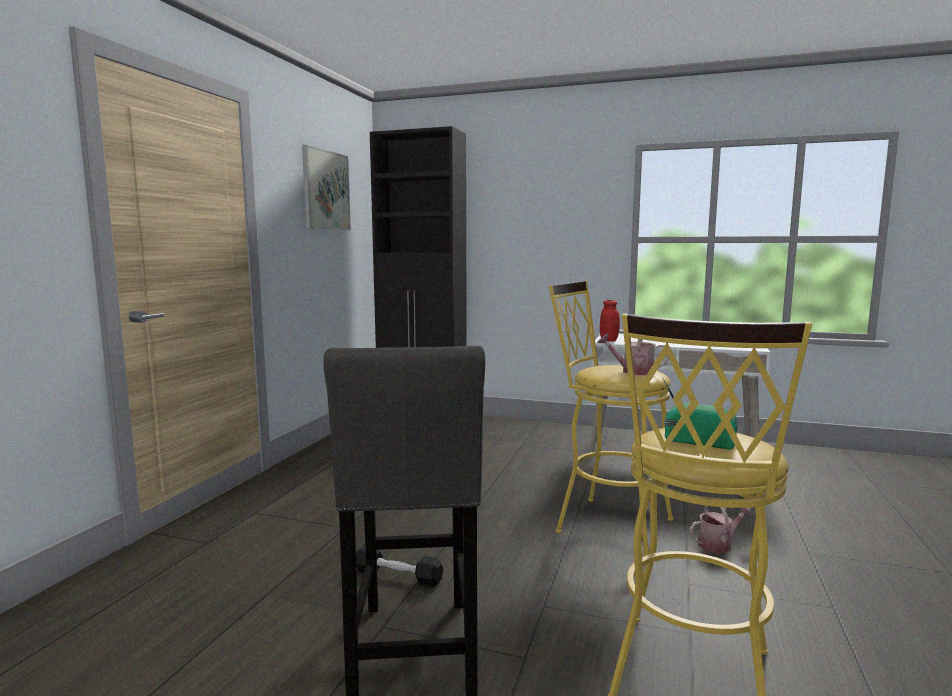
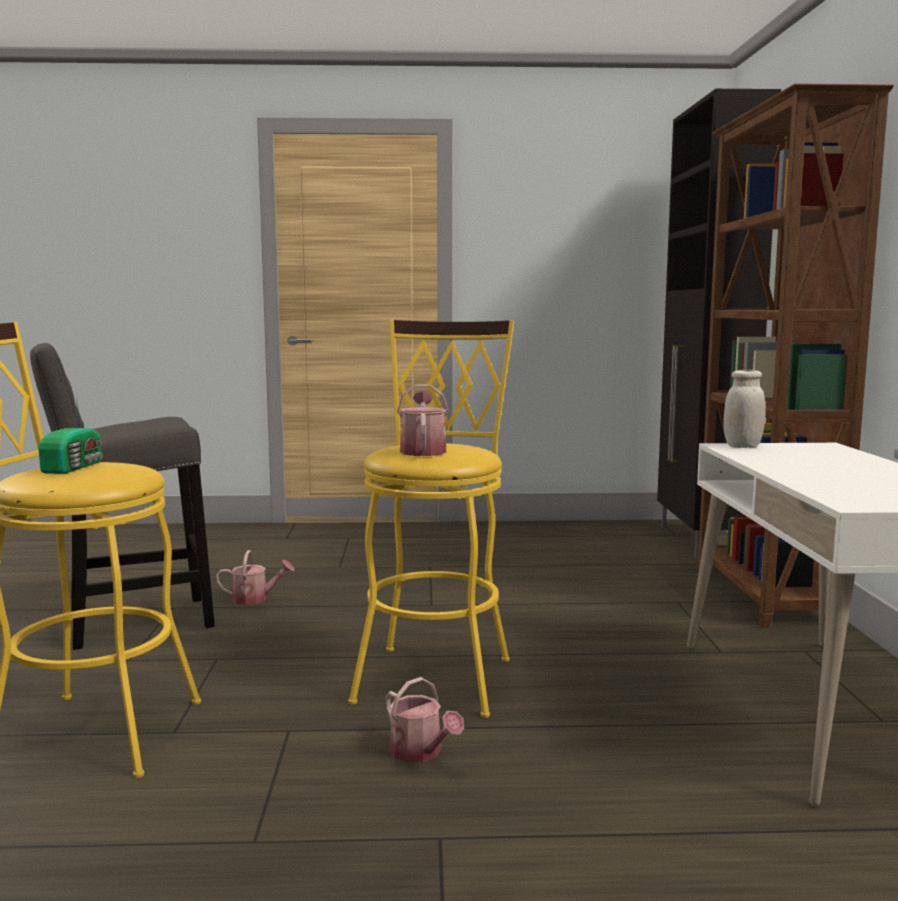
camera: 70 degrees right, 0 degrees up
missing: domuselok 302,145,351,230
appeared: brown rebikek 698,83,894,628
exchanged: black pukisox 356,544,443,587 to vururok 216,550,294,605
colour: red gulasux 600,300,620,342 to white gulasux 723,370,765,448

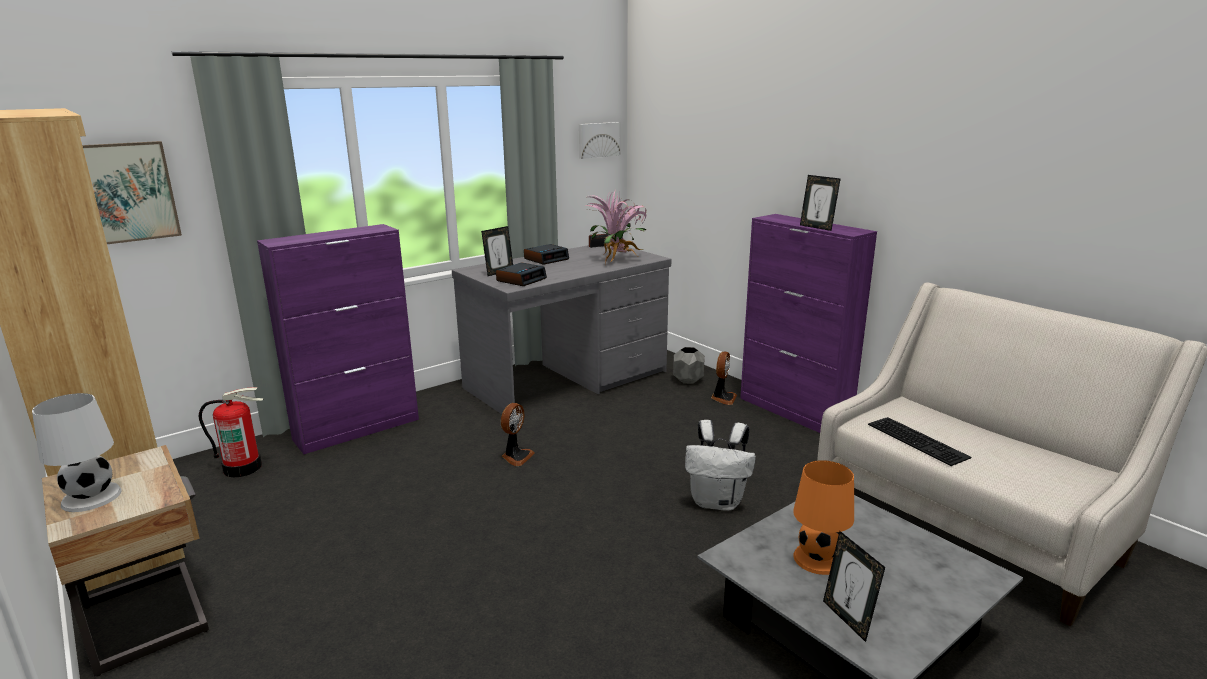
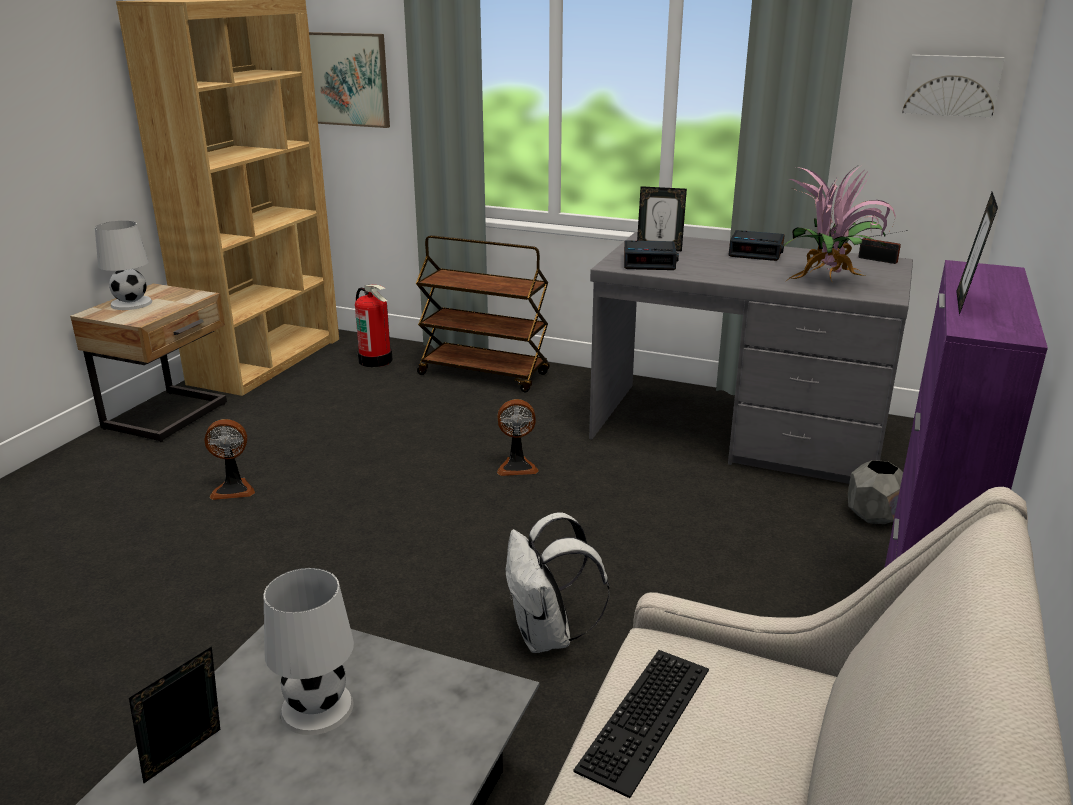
camera: 60 degrees right, 5 degrees up
relocated: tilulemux 711,352,737,405 to 204,419,255,500
exchanged: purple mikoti 257,224,419,454 to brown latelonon 416,235,550,393
colour: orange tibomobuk 793,460,854,575 to white tibomobuk 264,568,354,735

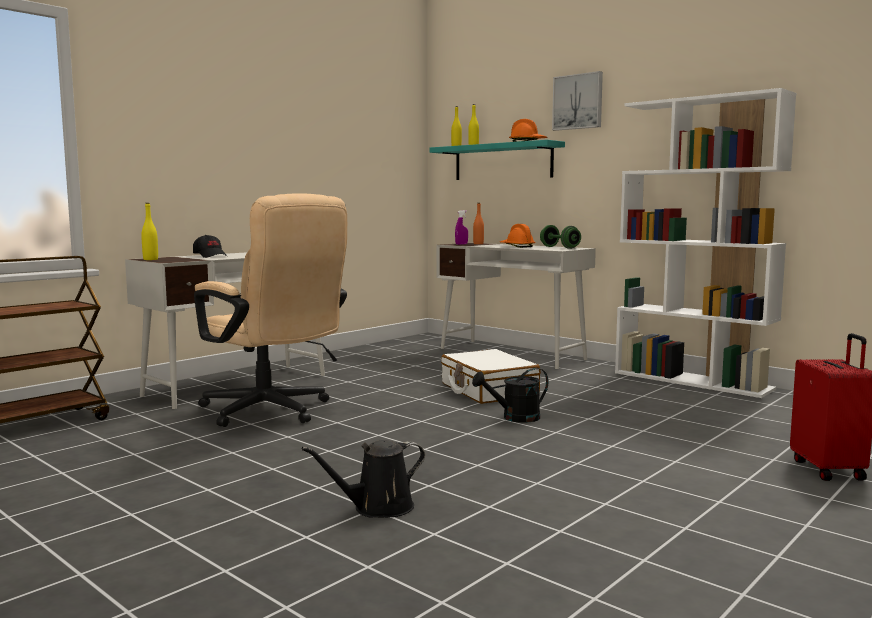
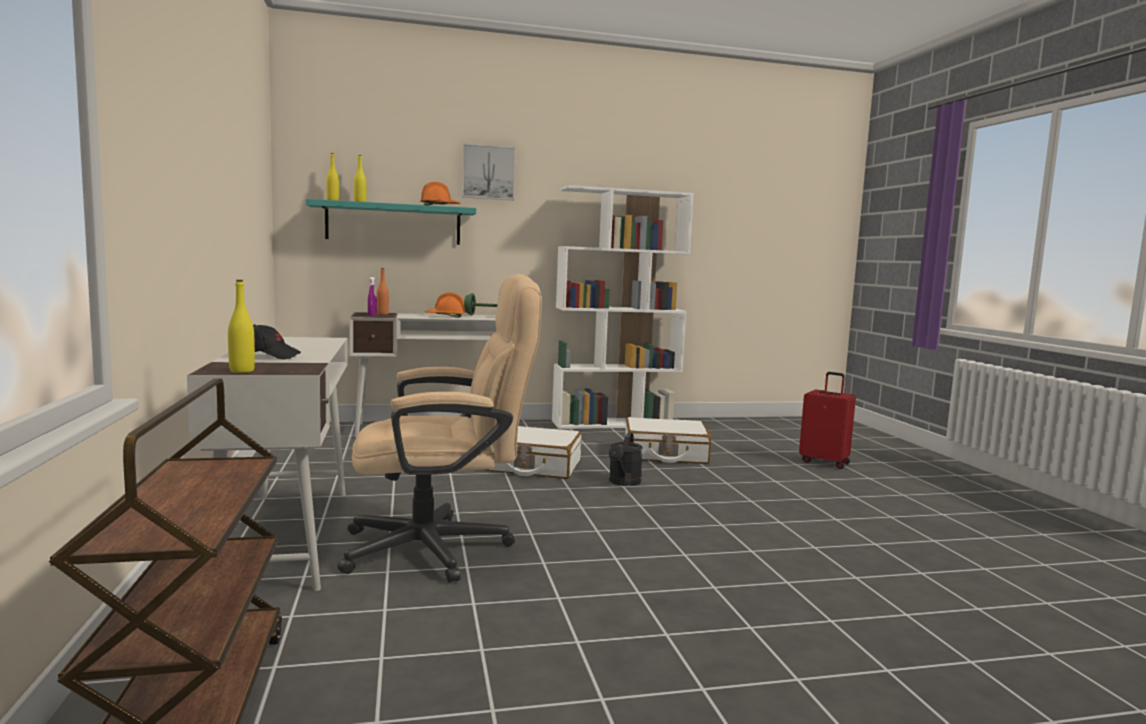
camera: 55 degrees left, 0 degrees up
missing: black vururok 302,440,425,518
appeared: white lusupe 625,417,711,464

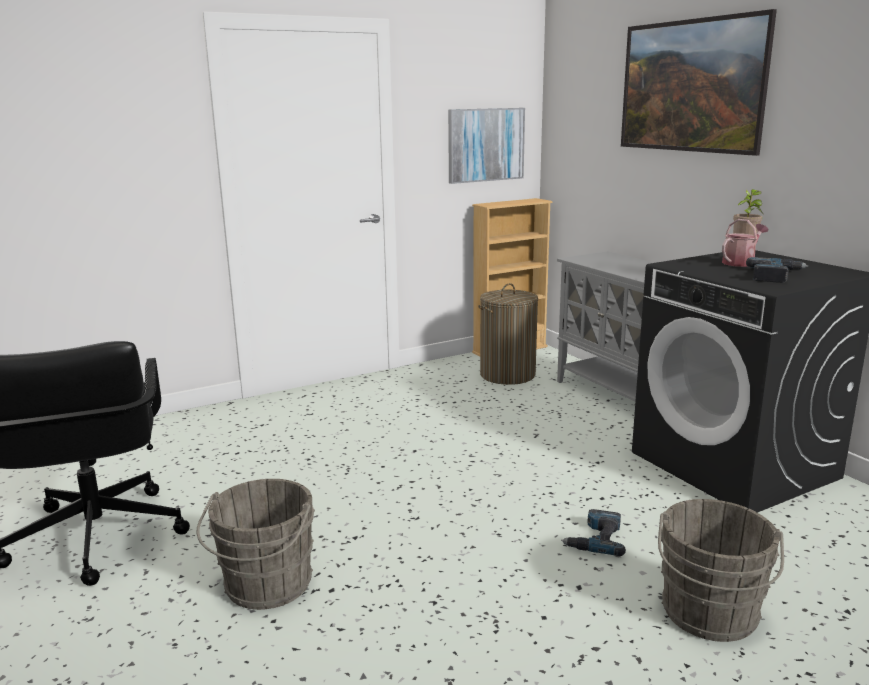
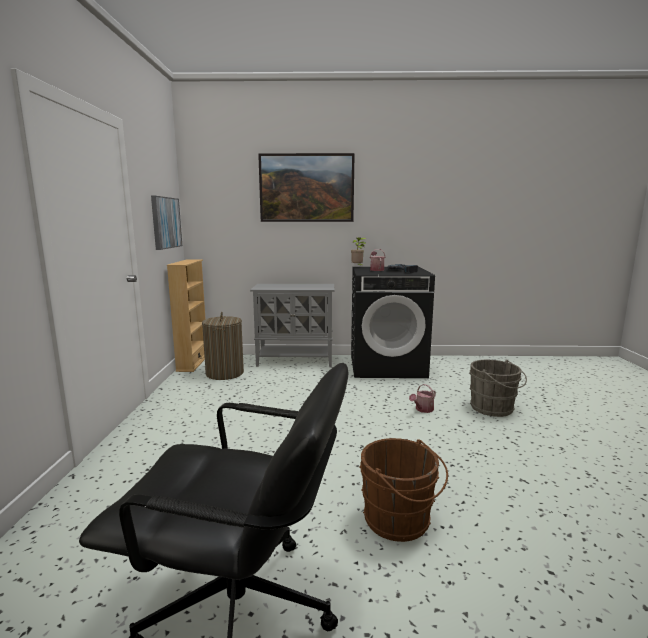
camera: 60 degrees left, 5 degrees down
exchanged: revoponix 561,509,626,556 to vururok 409,384,436,413
colour: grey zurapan 196,479,315,610 to brown zurapan 359,438,448,542

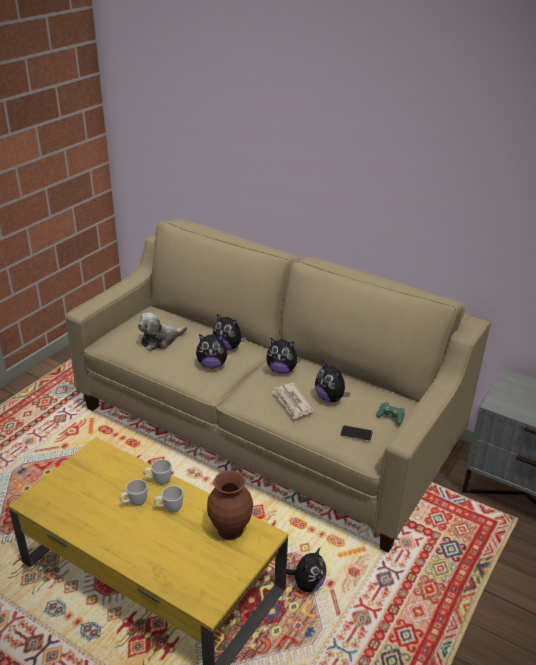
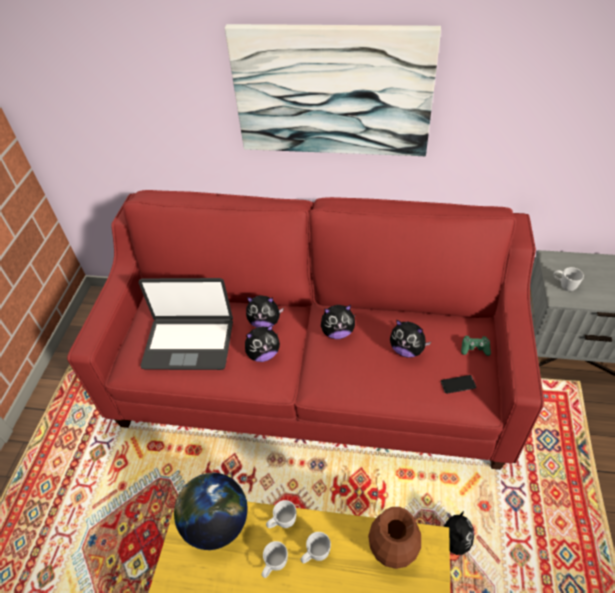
camera: 20 degrees left, 15 degrees up
missing: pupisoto 272,383,314,419
appeared: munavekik 174,473,248,550; domuselok 225,24,441,156; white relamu 554,267,584,291
exchanged: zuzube 138,313,187,351 to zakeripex 139,278,233,370
colour: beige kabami 65,219,491,553 to red kabami 67,190,544,470

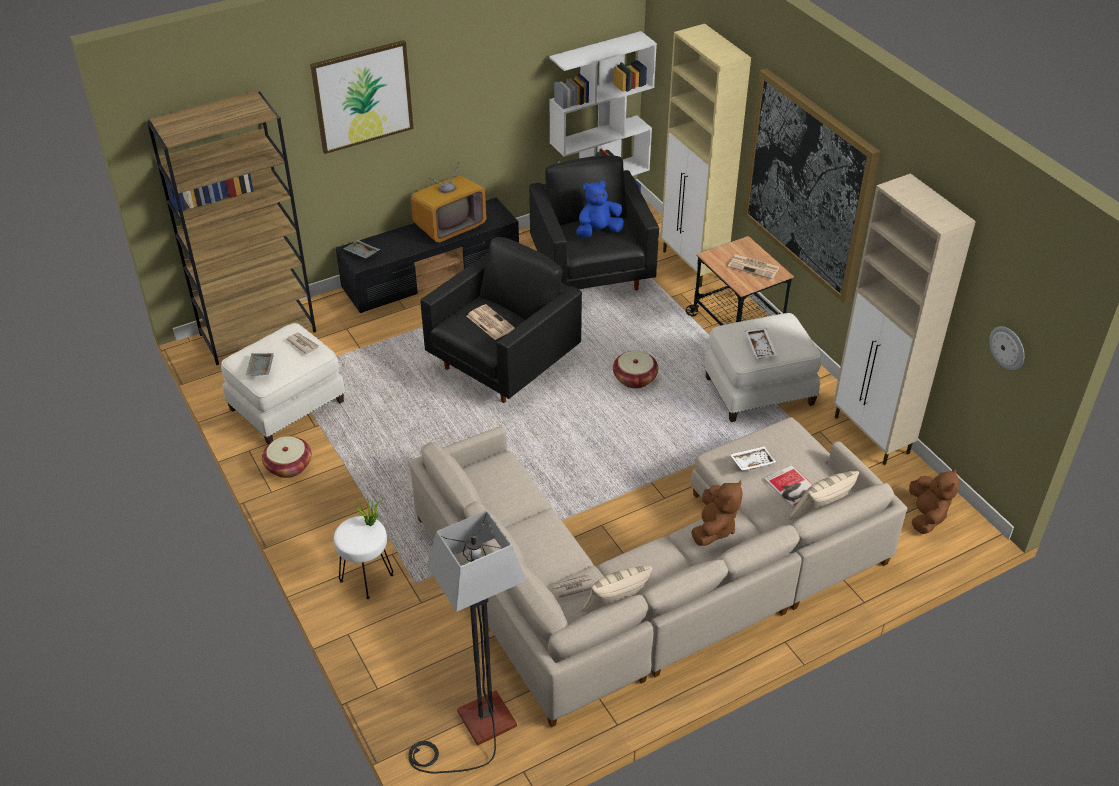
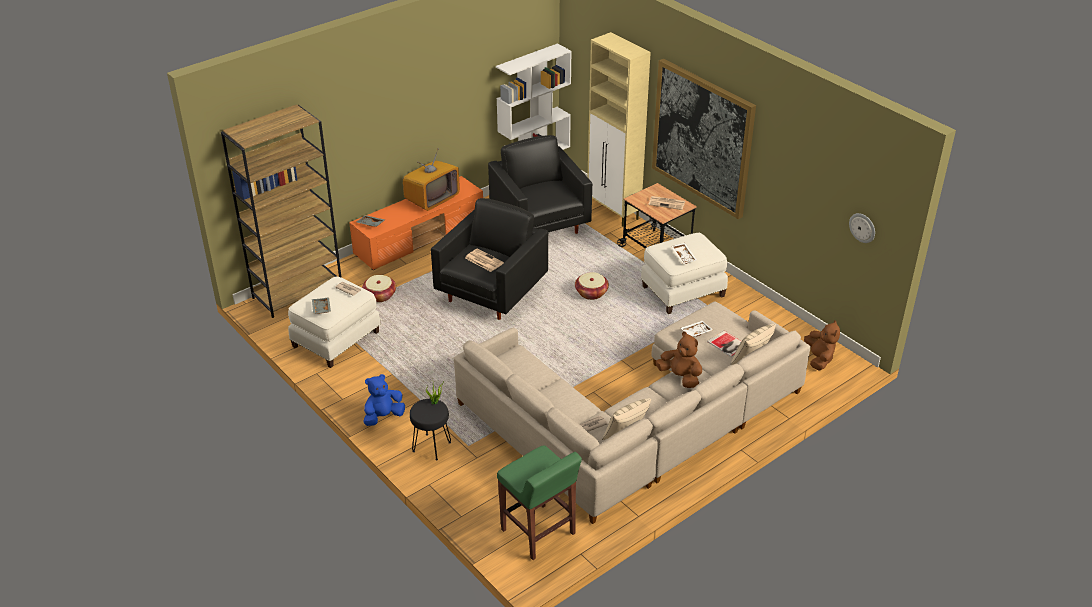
camera: 10 degrees left, 5 degrees down
missing: domuselok 310,40,414,154; beige mikoti 833,173,976,465
relocated: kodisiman 262,436,312,478 to 362,275,396,302; blue zuzube 576,181,624,237 to 363,374,405,426
exchanged: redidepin 408,510,526,774 to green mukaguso 497,445,582,560
colour: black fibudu 336,197,519,313 to orange fibudu 349,176,483,270; white mukaguso 334,516,394,599 to black mukaguso 410,399,451,461
spun: brown zuzube 691,480,743,546 = 656,332,702,388 60 degrees counterclockwise

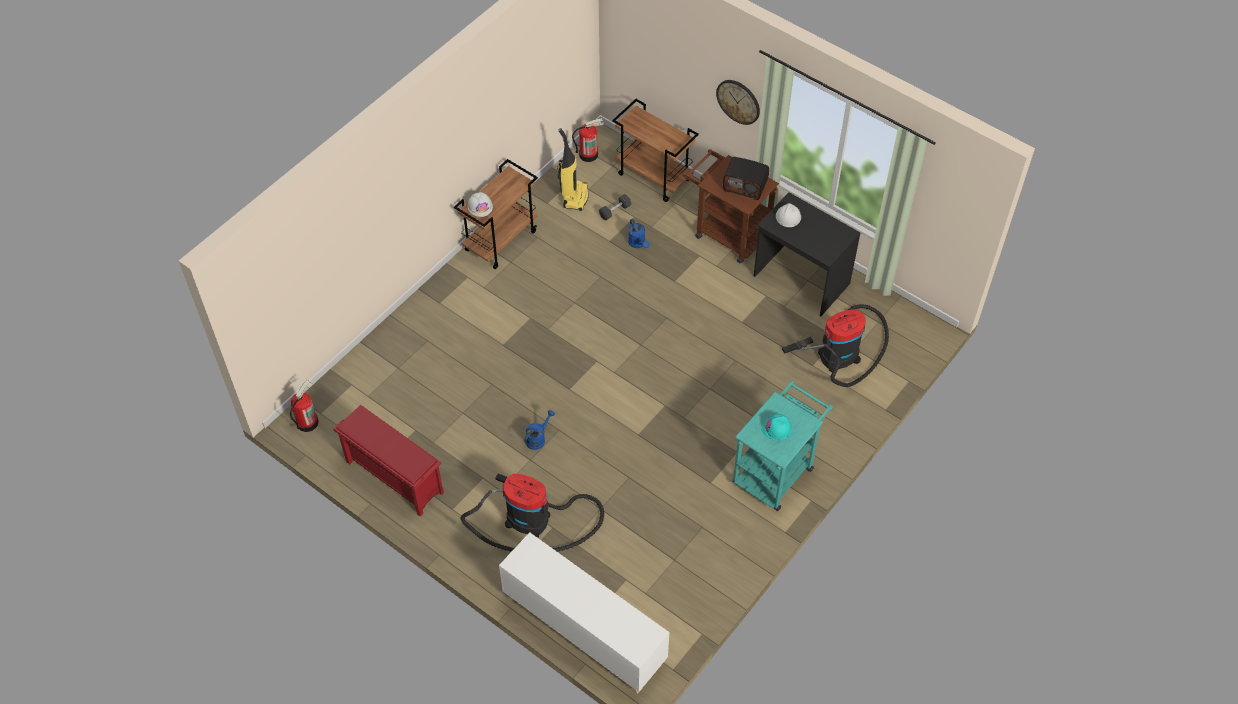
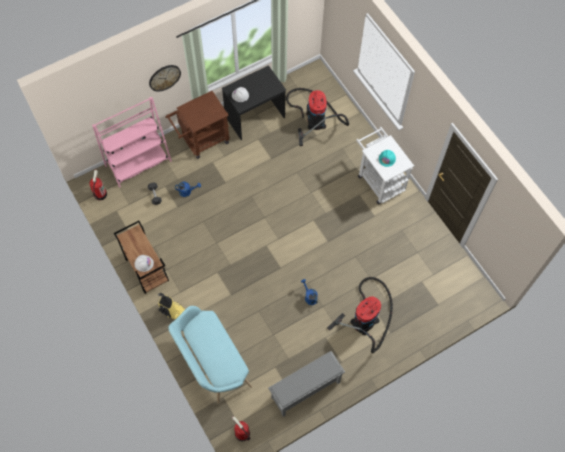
camera: 70 degrees left, 10 degrees up
missing: white mikoti 499,532,670,694; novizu 723,157,769,200
appeared: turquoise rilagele 168,306,252,404
relocated: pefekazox 557,128,589,211 to 158,293,185,319
exchanged: brown latelonon 612,99,699,202 to pink rebikek 92,97,172,188
colour: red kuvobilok 333,405,444,516 to grey kuvobilok 268,351,345,417; turquoise latelonon 733,380,833,511 to white latelonon 356,127,414,204

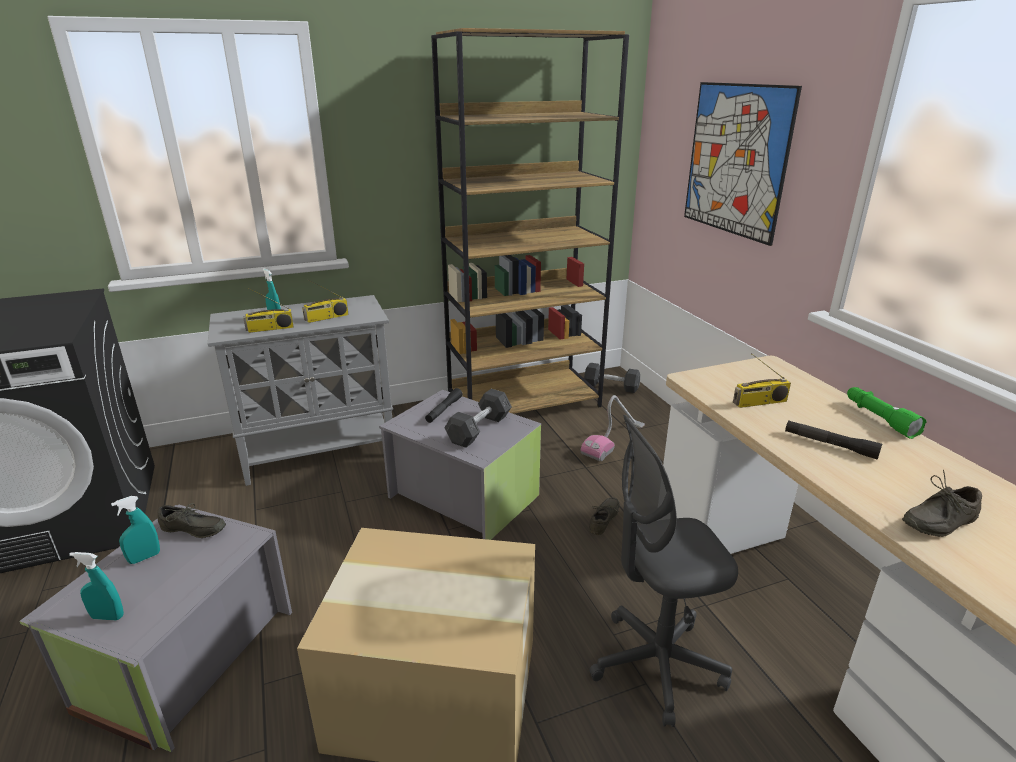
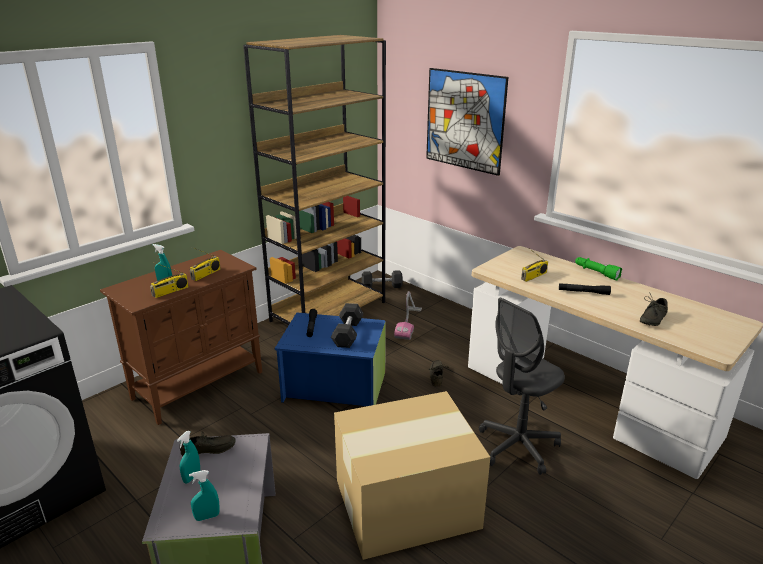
camera: 25 degrees left, 0 degrees up
colour: grey mikoti 207,295,393,486 to brown mikoti 100,250,262,425; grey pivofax 379,390,541,540 to blue pivofax 275,312,386,406

